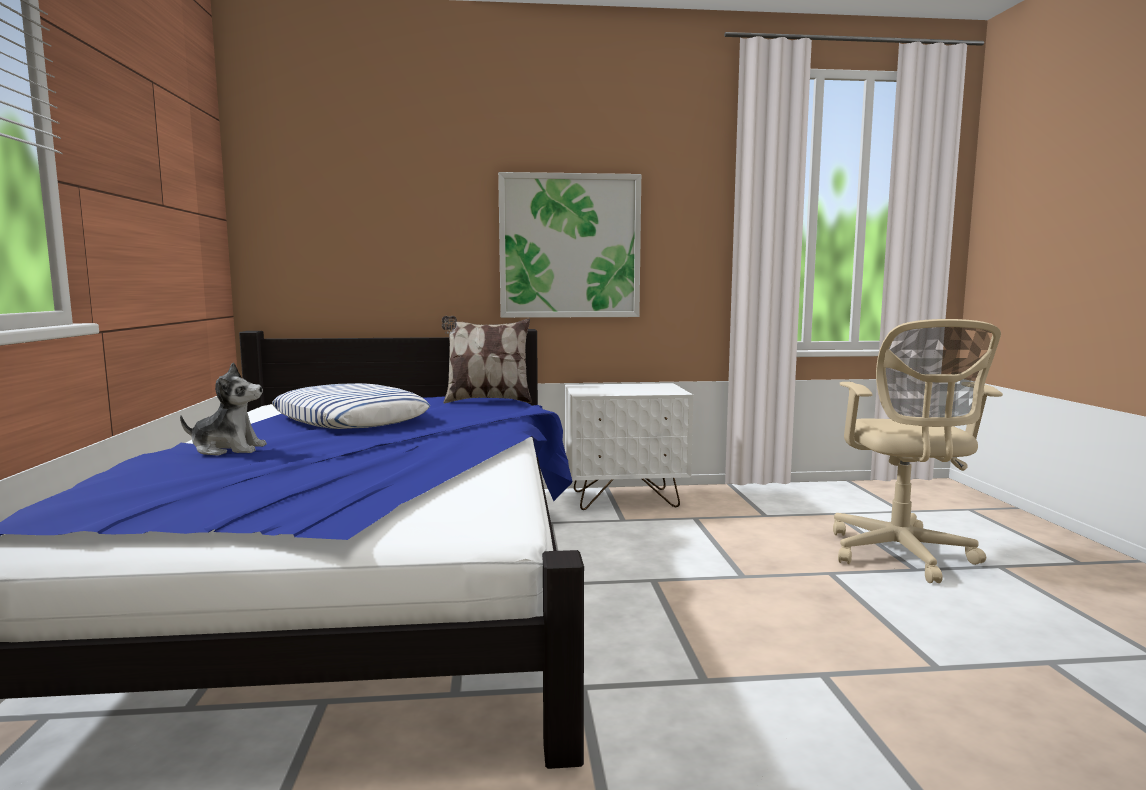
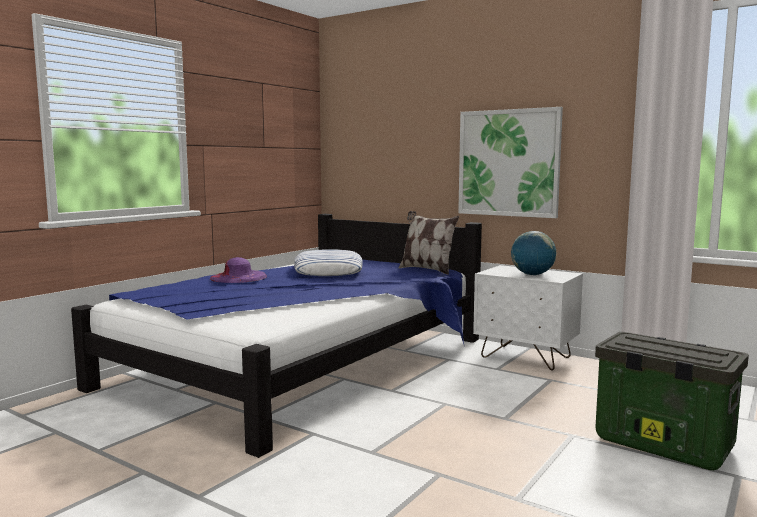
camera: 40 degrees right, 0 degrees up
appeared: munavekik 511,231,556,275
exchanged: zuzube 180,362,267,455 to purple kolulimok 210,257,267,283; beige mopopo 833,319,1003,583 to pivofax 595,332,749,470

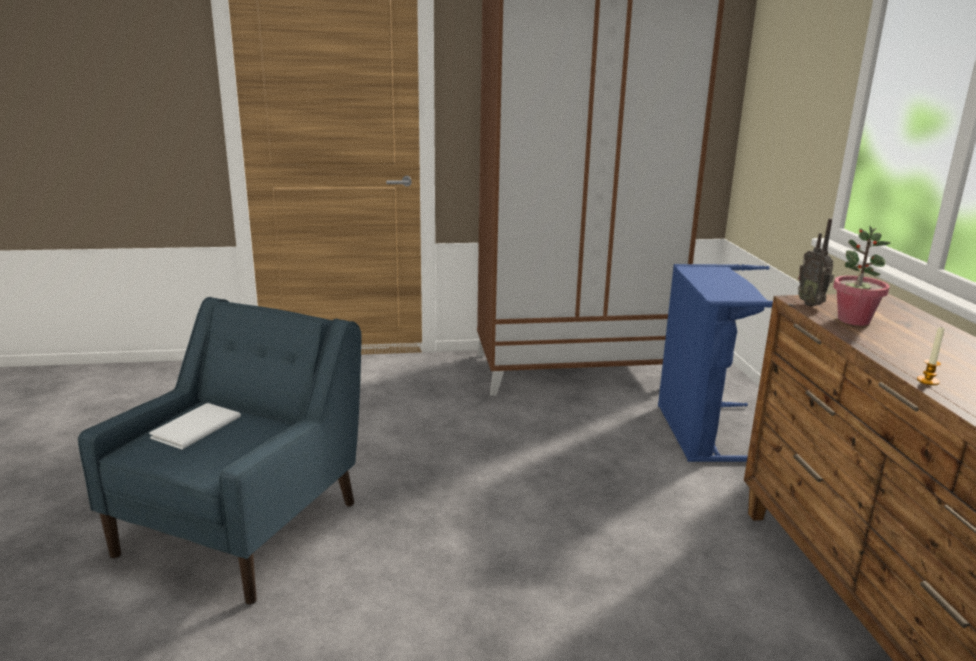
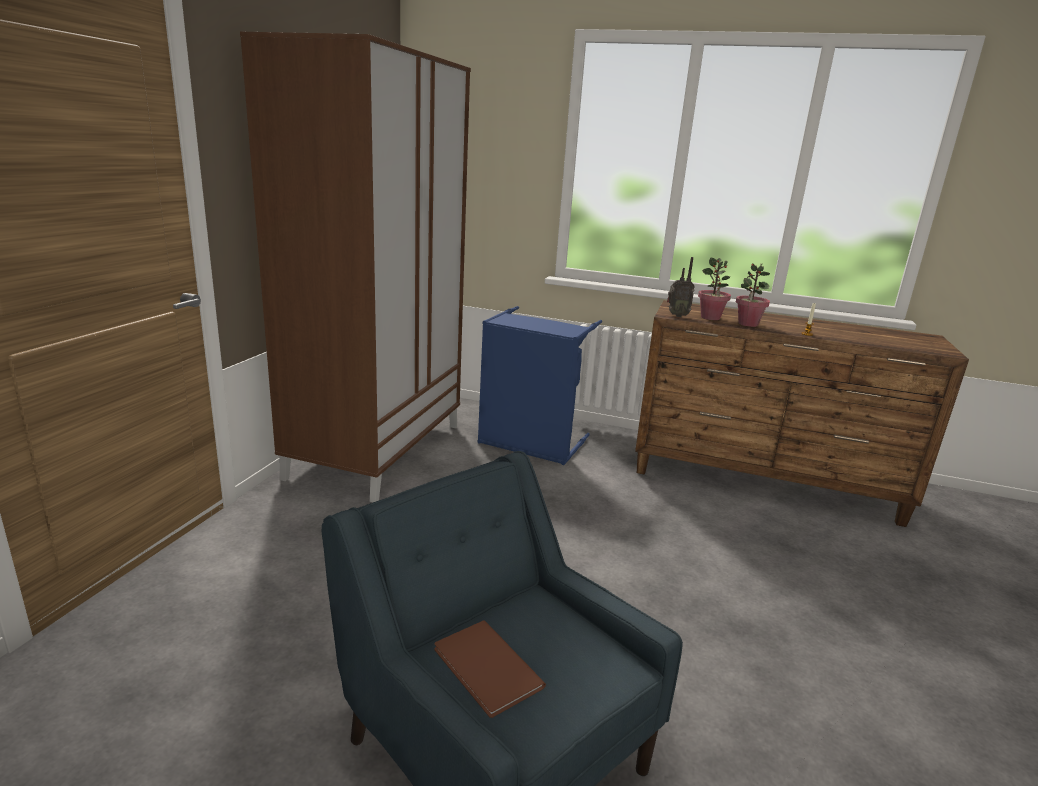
camera: 65 degrees left, 0 degrees up
appeared: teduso 736,263,770,327
colour: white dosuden 149,403,241,449 to brown dosuden 434,621,546,718

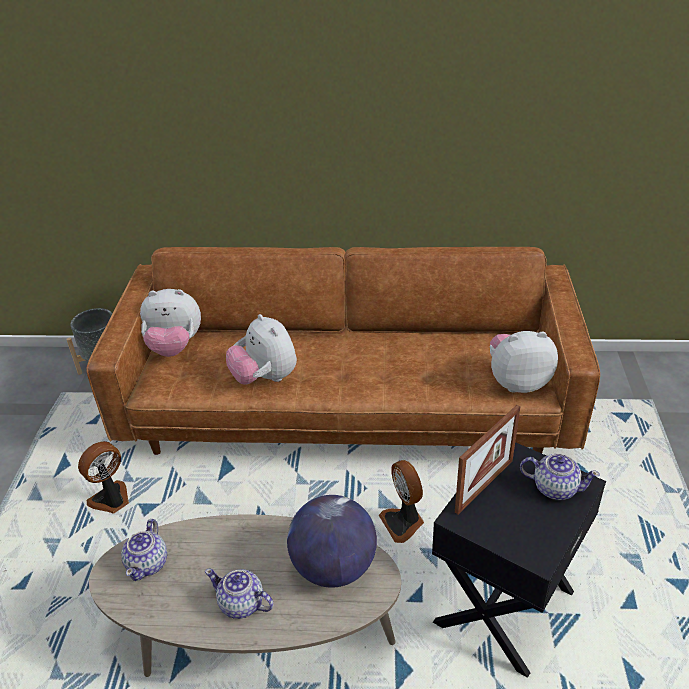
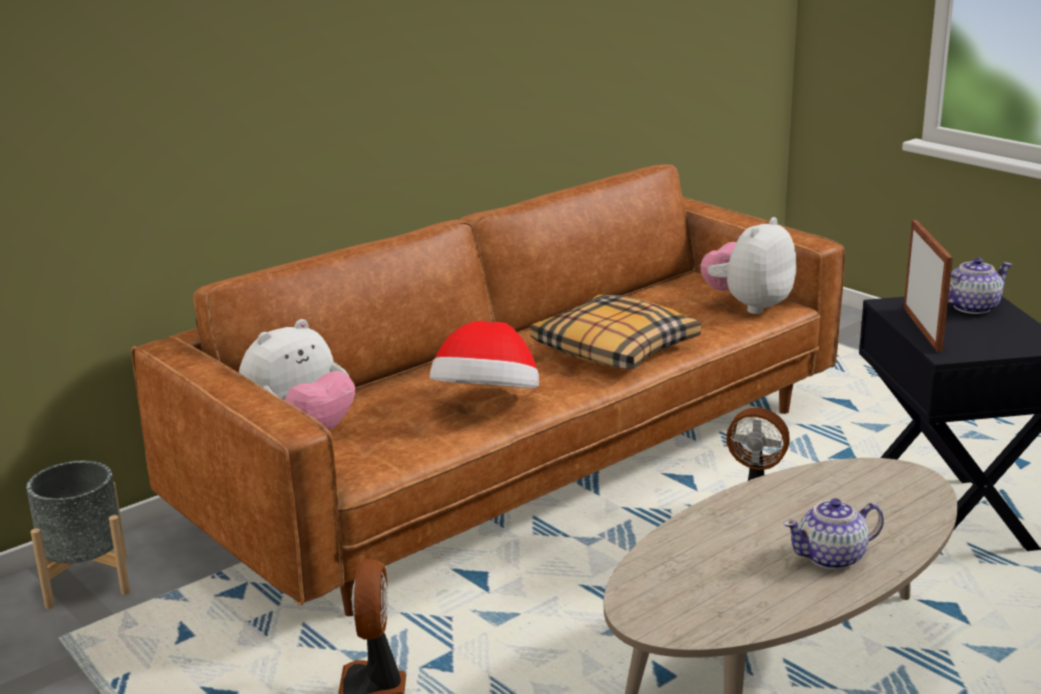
camera: 45 degrees left, 15 degrees down
missing: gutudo 121,519,167,581; munavekik 287,495,377,588
appeared: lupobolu 530,295,701,369
exchanged: zuzube 226,314,297,385 to kolulimok 430,321,539,388

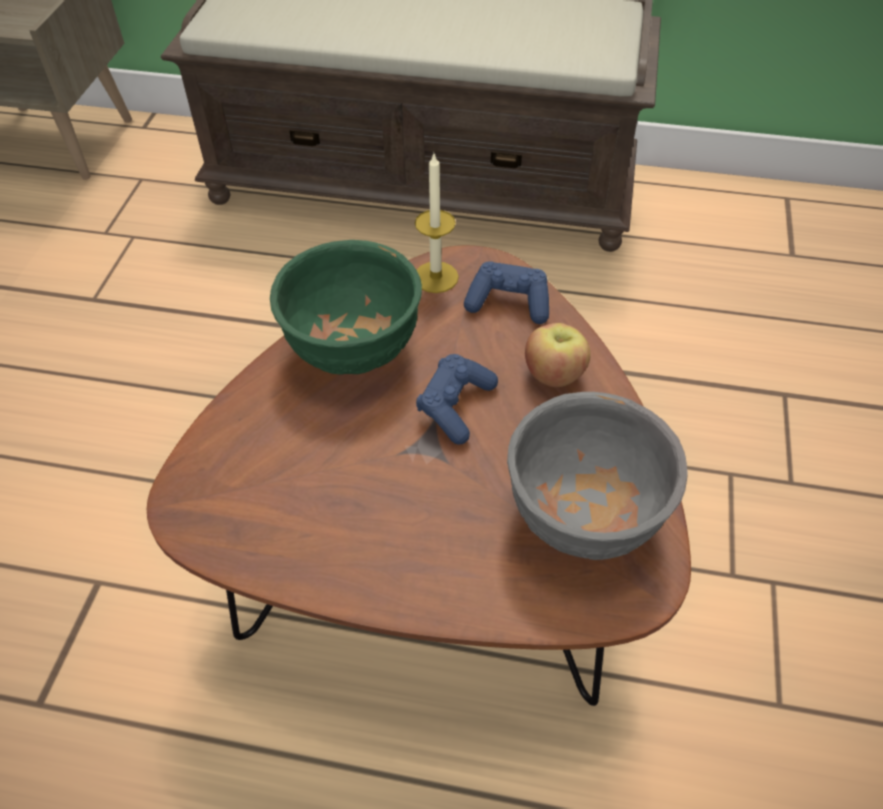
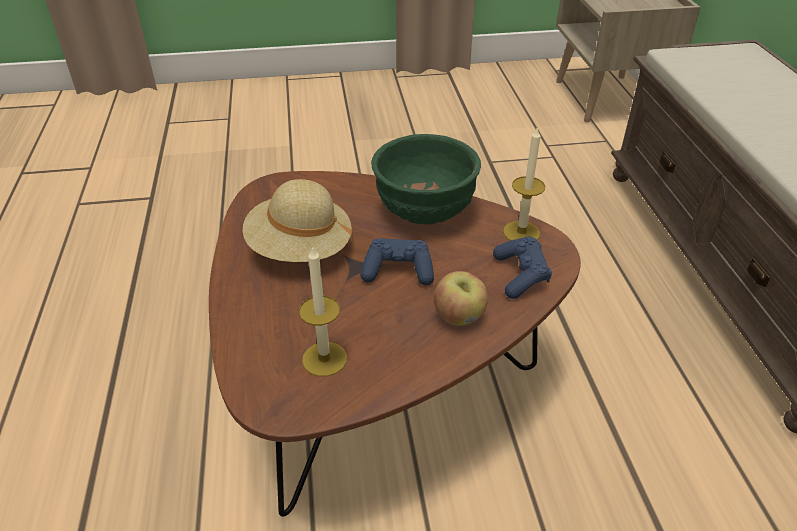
camera: 70 degrees right, 10 degrees down
appeared: beige kolulimok 243,179,354,262
exchanged: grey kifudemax 507,392,688,560 to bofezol 299,245,347,377

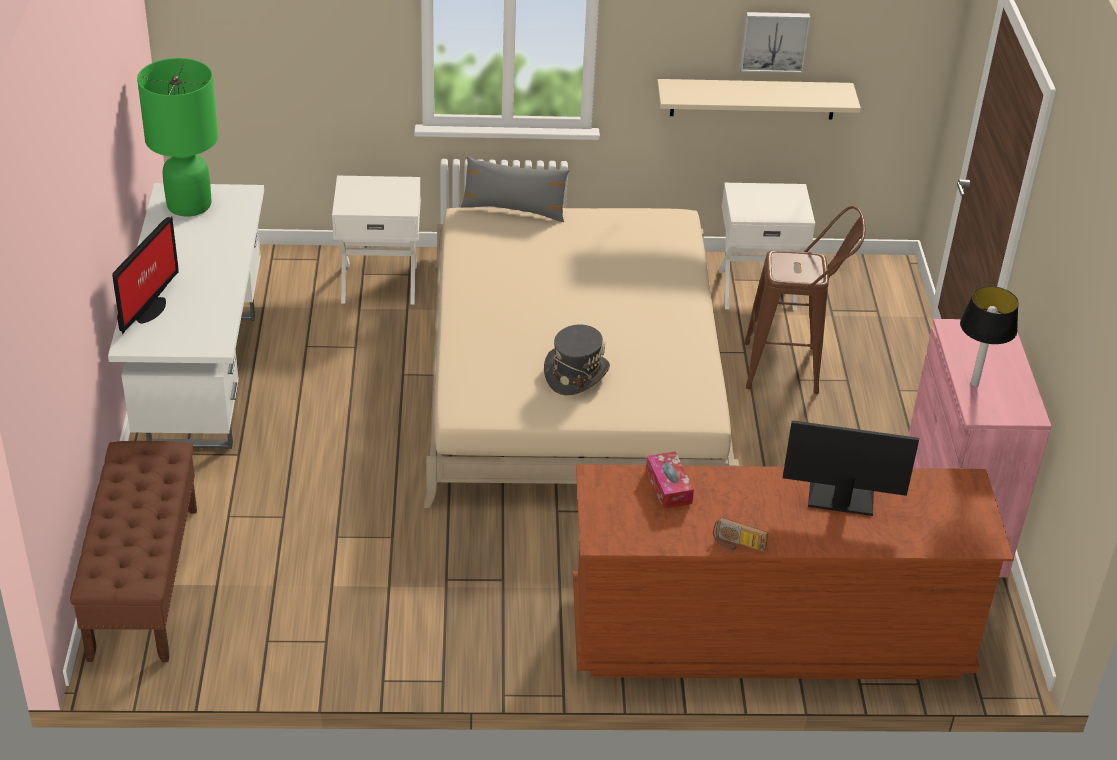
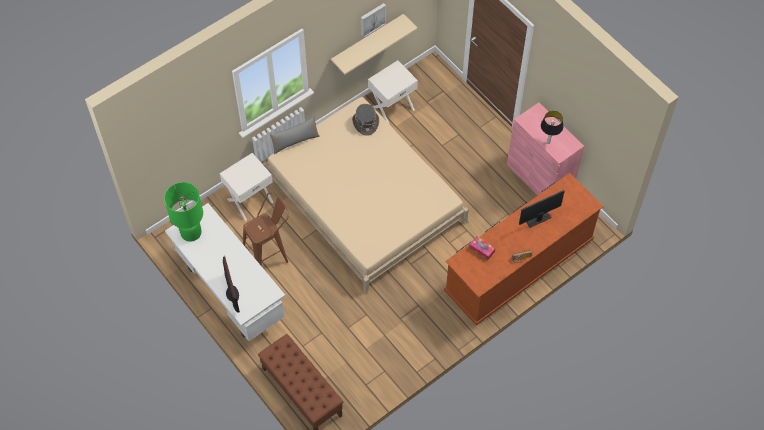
camera: 35 degrees left, 20 degrees up
relocated: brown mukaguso 744,206,866,394 to 243,192,289,266; grey kolulimok 544,324,610,395 to 352,104,379,136

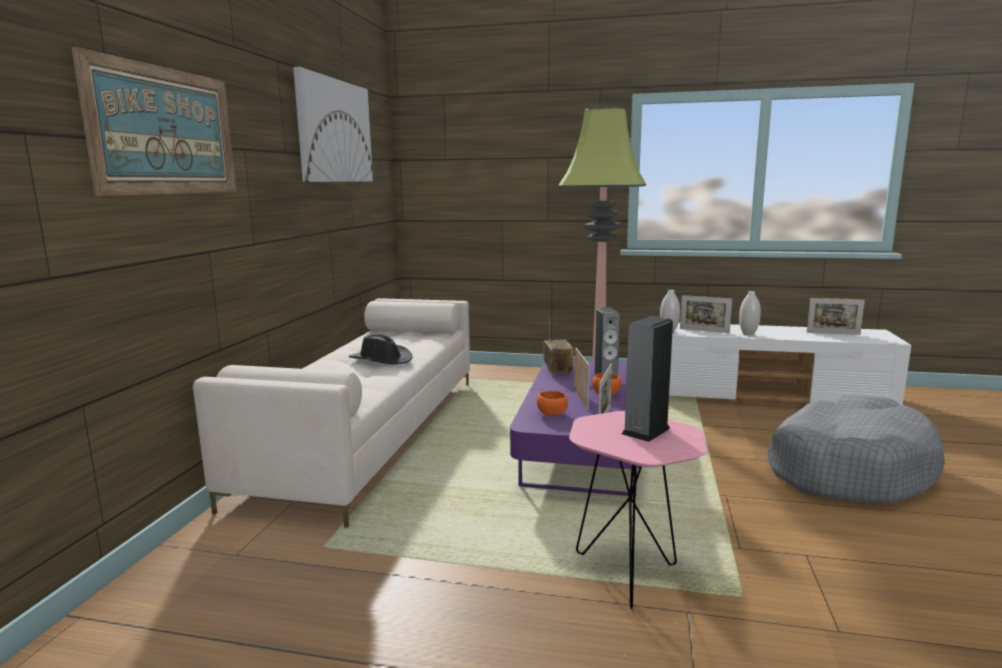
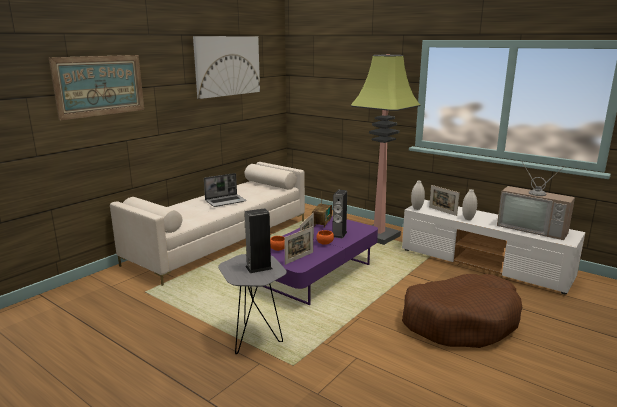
camera: 25 degrees right, 5 degrees up
exchanged: black kolulimok 349,334,413,364 to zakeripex 204,173,246,207; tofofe 807,298,865,335 to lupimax 497,159,575,240
colour: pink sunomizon 569,411,707,609 to grey sunomizon 218,254,287,354; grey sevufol 767,395,945,504 to brown sevufol 402,274,522,348

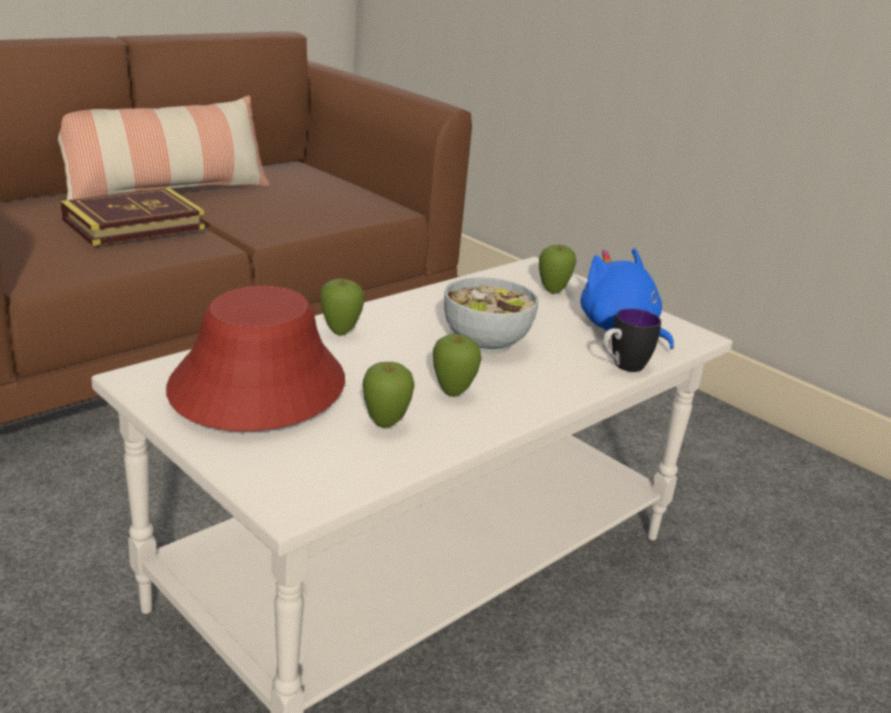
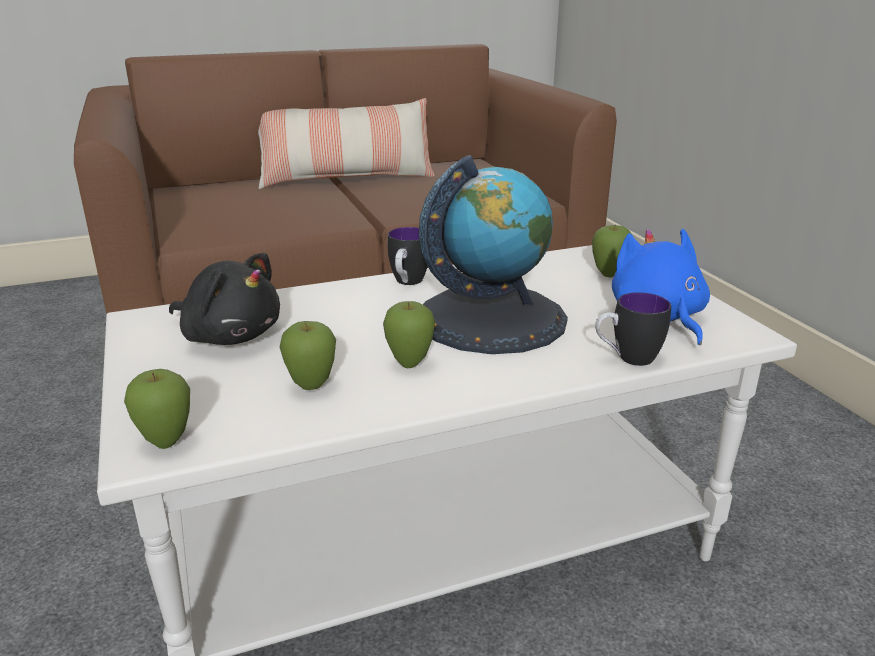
camera: 25 degrees right, 0 degrees up
missing: dosuden 60,188,205,246
appeared: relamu 388,227,428,285
relocated: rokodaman 319,279,365,336 to 124,369,190,449
exchanged: red kolulimok 166,286,345,431 to black zuzube 169,253,280,345; kifudemax 444,277,538,354 to munavekik 419,155,568,354

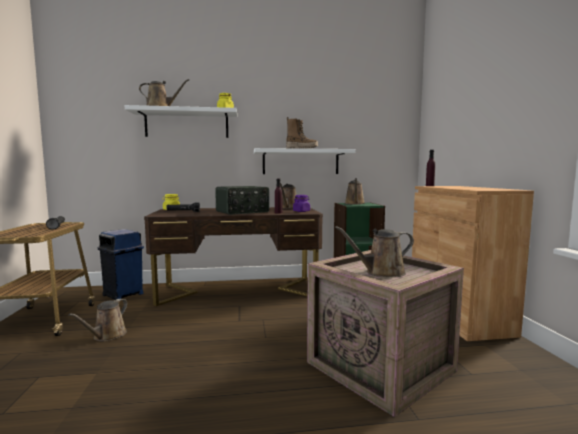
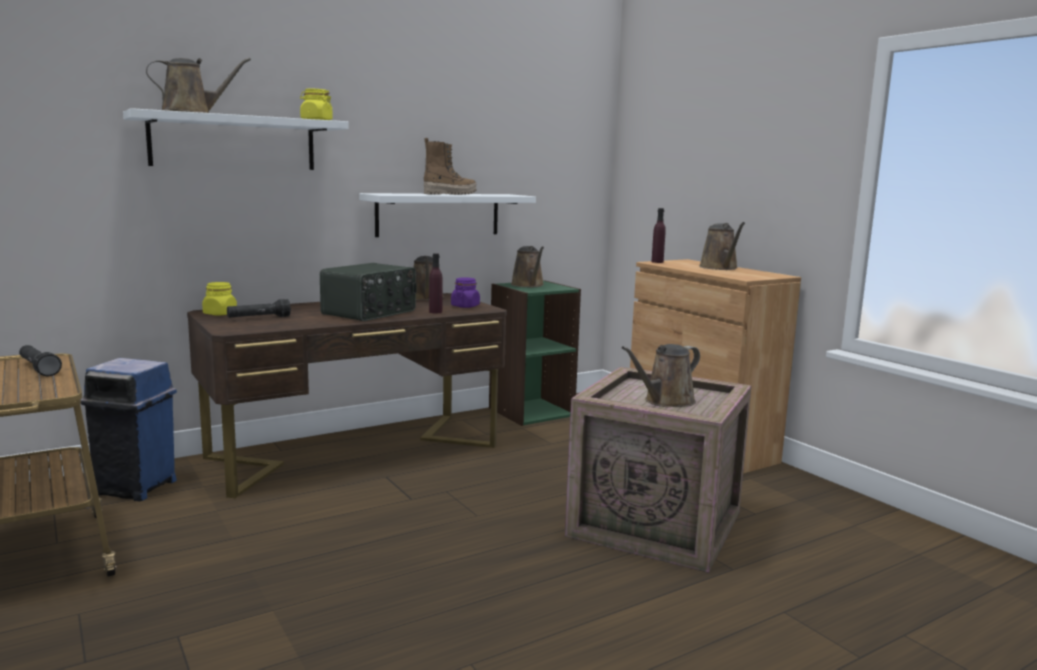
camera: 25 degrees left, 5 degrees up
relocated: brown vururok 68,299,127,341 to 699,222,745,270

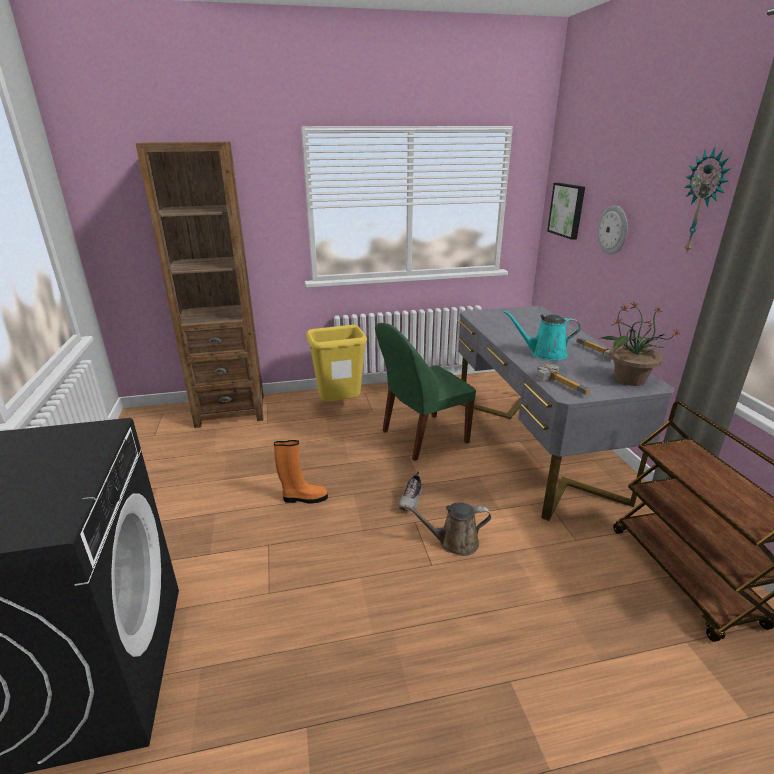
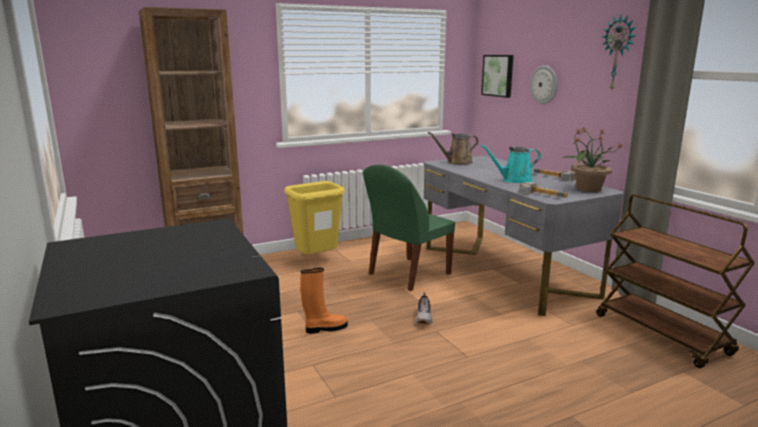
camera: 15 degrees left, 10 degrees down
relocated: brown vururok 405,502,491,556 to 428,132,478,165

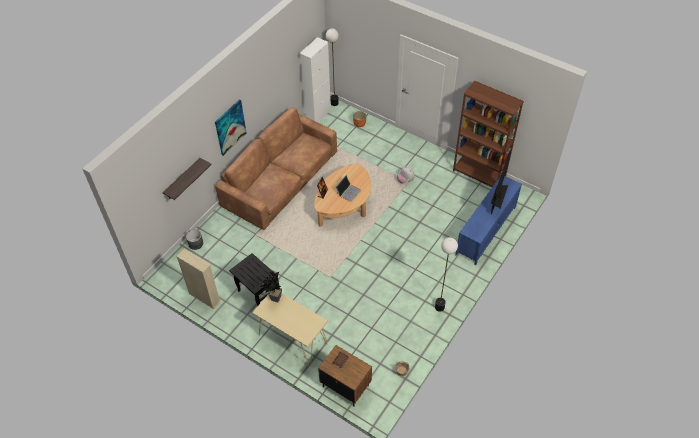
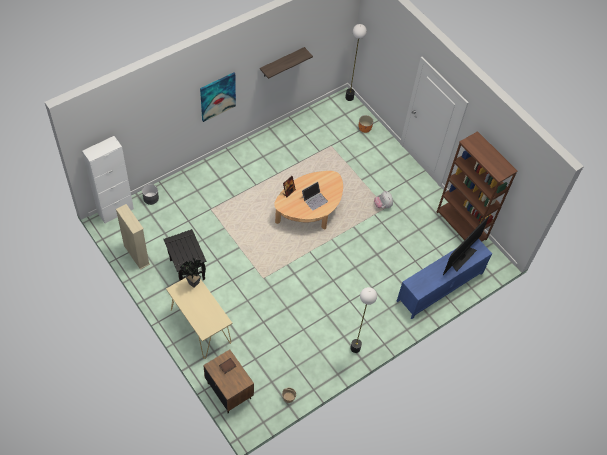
camera: 15 degrees right, 5 degrees up
missing: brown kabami 215,108,337,230
relocated: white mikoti 300,37,331,122 to 82,136,134,224; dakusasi 162,158,212,200 to 260,47,313,79

